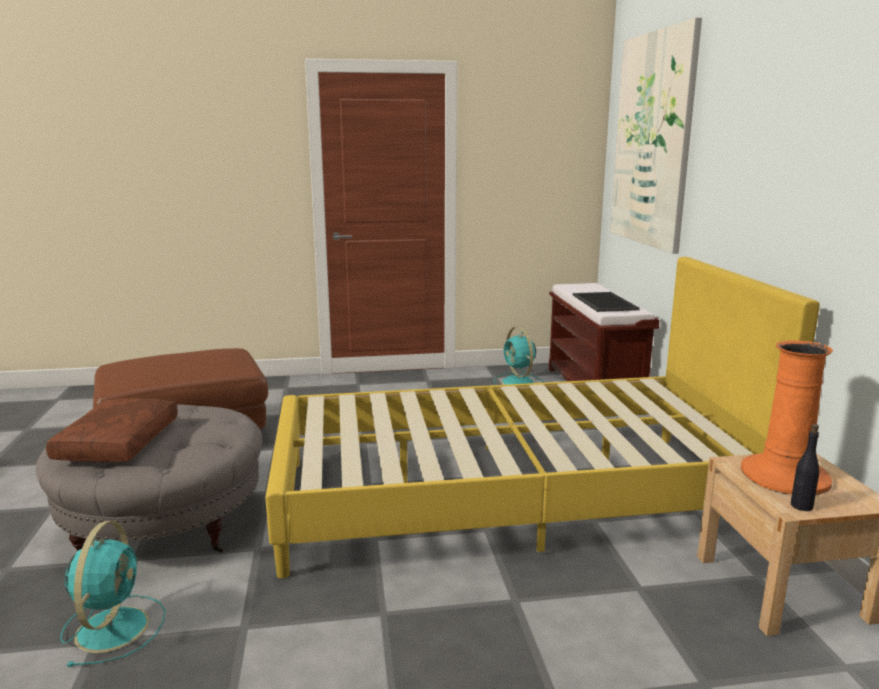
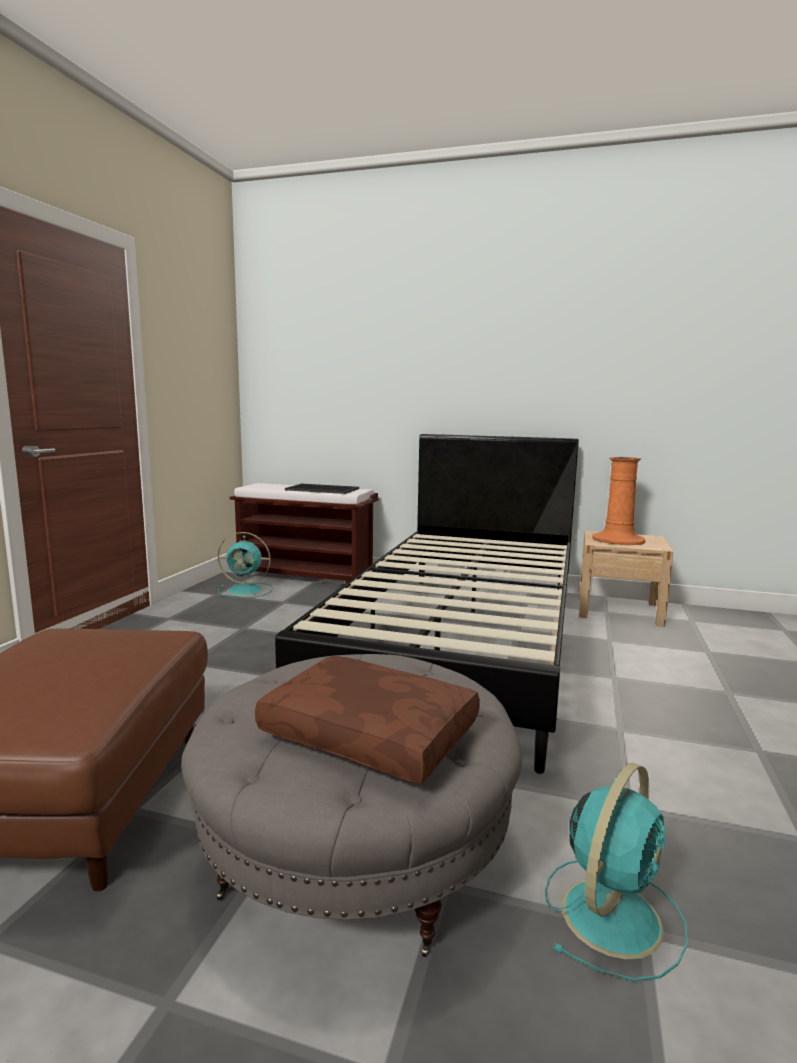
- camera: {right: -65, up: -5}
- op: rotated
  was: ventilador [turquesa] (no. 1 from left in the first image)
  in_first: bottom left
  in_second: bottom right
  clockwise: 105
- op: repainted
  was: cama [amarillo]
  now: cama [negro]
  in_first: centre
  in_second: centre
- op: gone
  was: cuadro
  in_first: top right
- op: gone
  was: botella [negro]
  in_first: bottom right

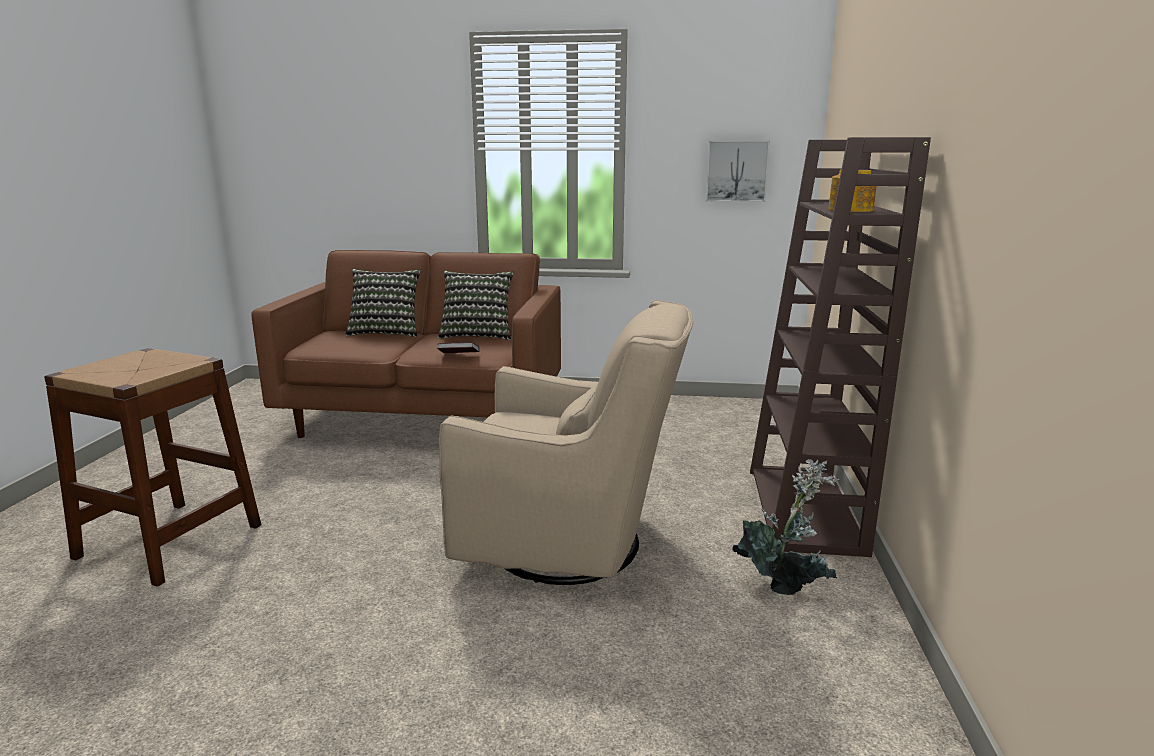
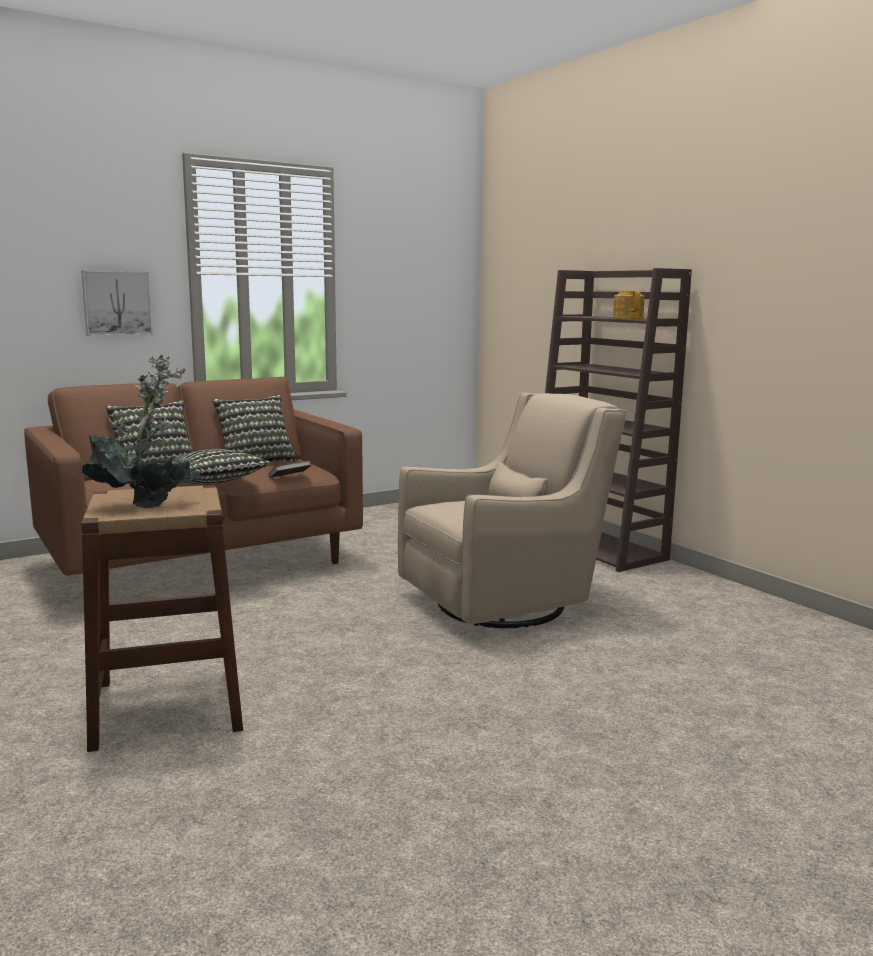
- camera: {right: -40, up: -5}
- op: shifted
  was: cuadro
  in_first: top centre
  in_second: top left
- op: shifted
  was: planta en maceta
  in_first: bottom right
  in_second: middle left
- op: new
  now: cojín (no. 2 from left)
  in_second: middle left

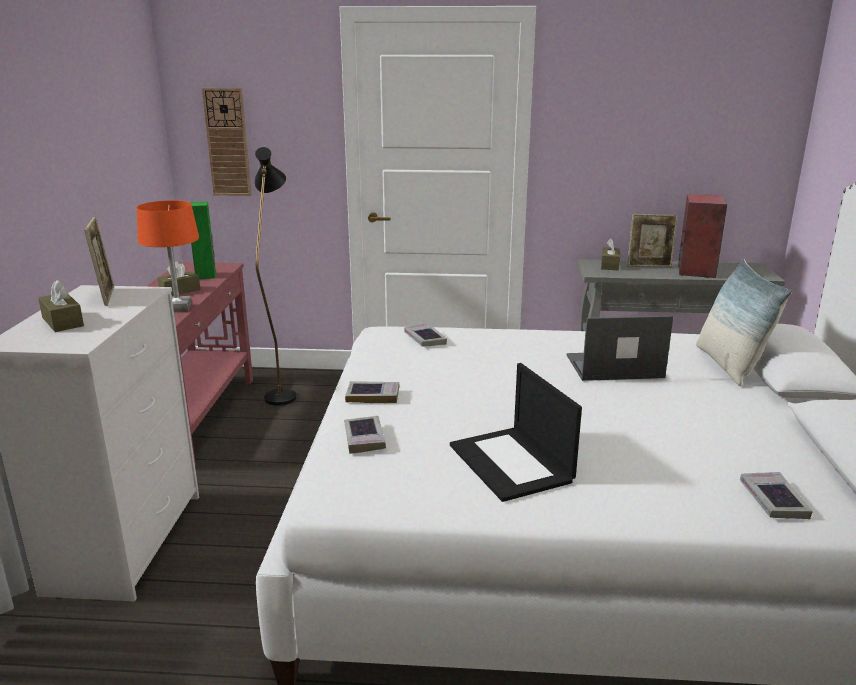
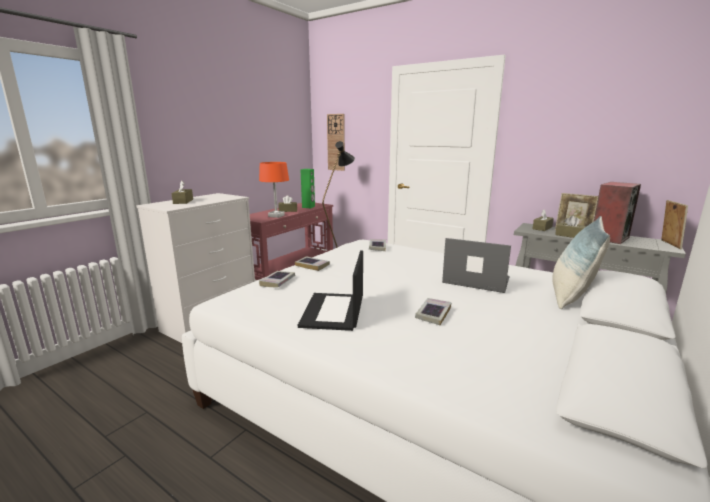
- camera: {right: 30, up: -5}
- op: shifted
  was: portarretratos (no. 1 from left in the first image)
  now: portarretratos (no. 2 from left)
  in_first: middle left
  in_second: middle right
- op: shifted
  was: libro (no. 4 from left)
  in_first: bottom right
  in_second: centre
- op: new
  now: caja de pañuelos [marrón] (no. 4 from left)
  in_second: middle right

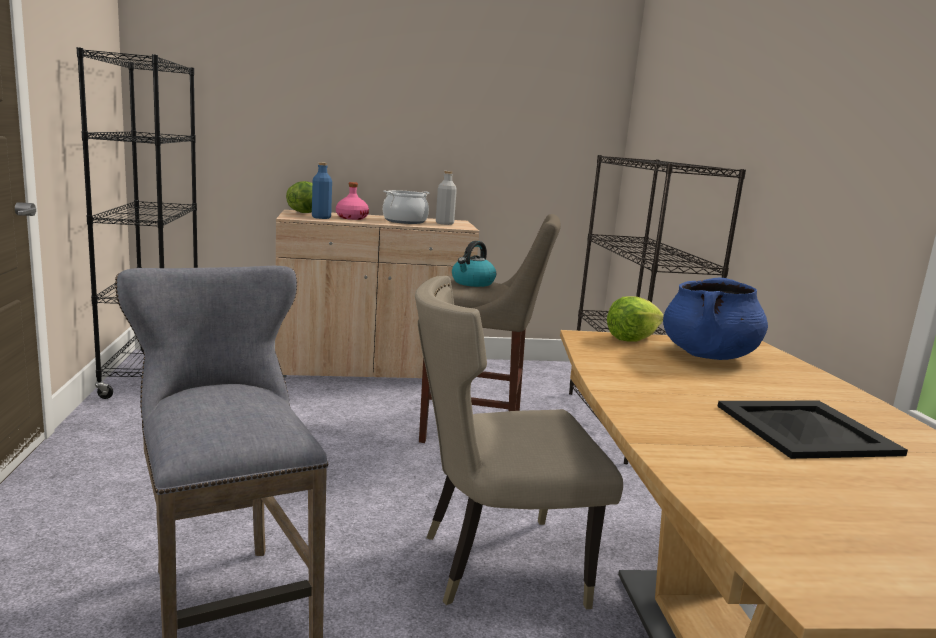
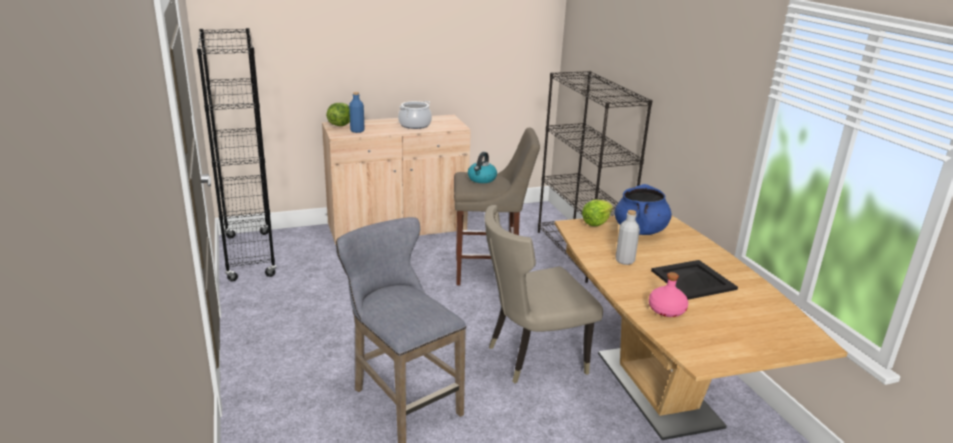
- camera: {right: -10, up: 10}
- op: shifted
  was: botella [rosa]
  in_first: top centre
  in_second: middle right
- op: shifted
  was: botella [gris]
  in_first: top centre
  in_second: centre

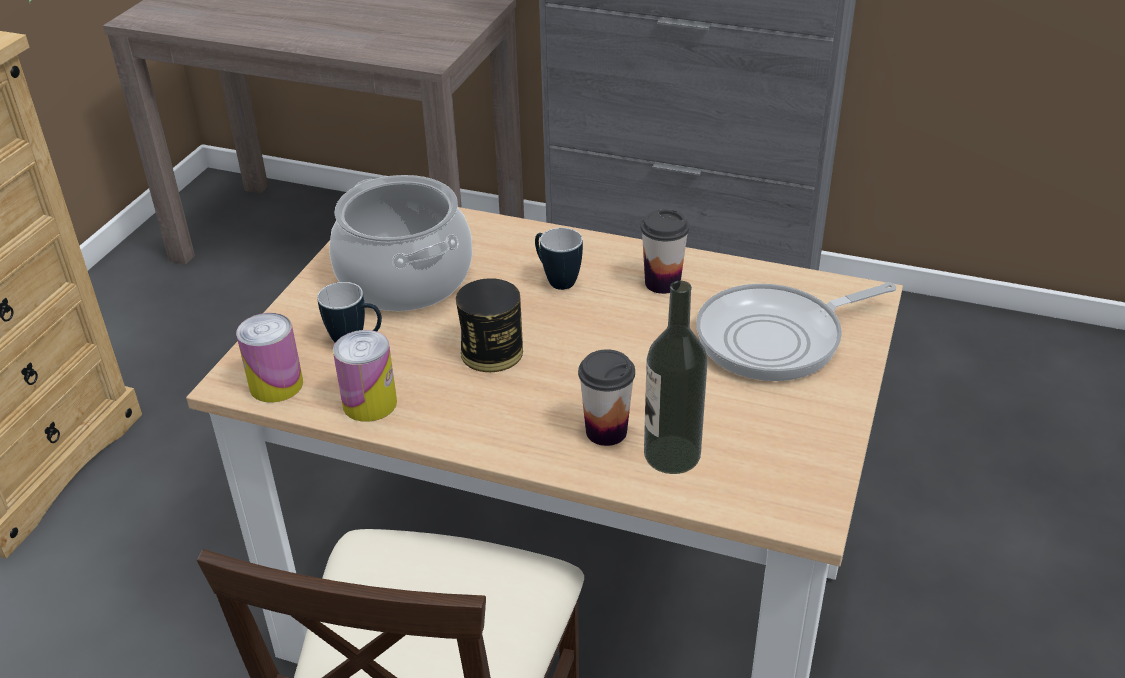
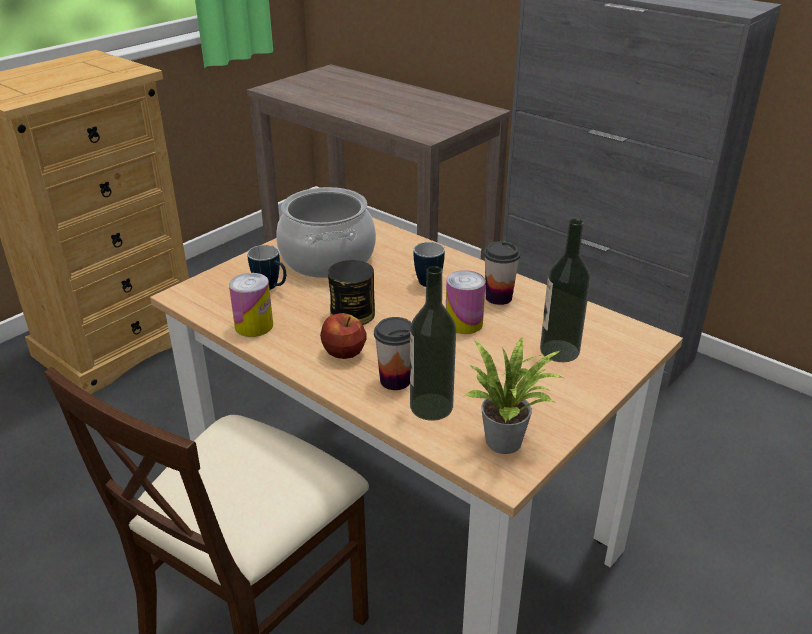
- camera: {right: 20, up: -5}
- op: shifted
  was: lata (no. 1 from left in the first image)
  now: lata (no. 3 from left)
  in_first: middle left
  in_second: centre
- op: swapped
  was: sartén
  now: botella (no. 2 from left)
  in_first: middle right
  in_second: middle right
- op: new
  now: manzana
  in_second: centre
- op: new
  now: planta en maceta
  in_second: centre

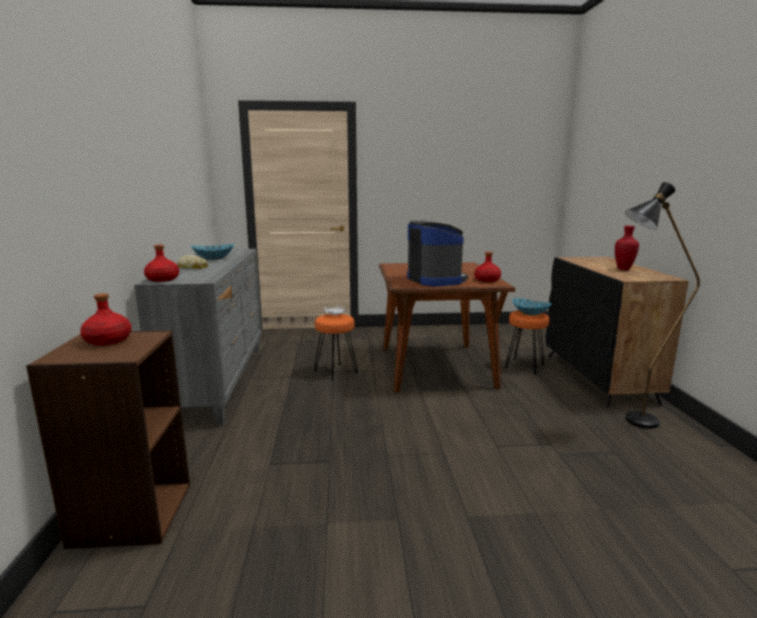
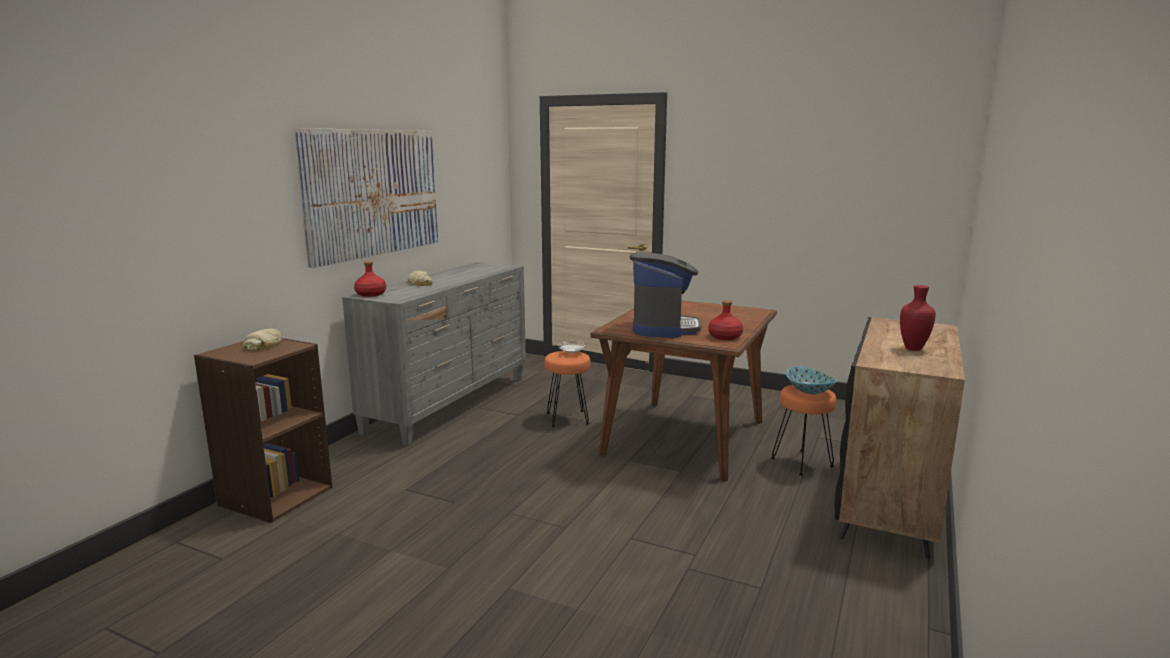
- camera: {right: 30, up: 0}
- op: swapped
  was: botella [rojo] (no. 1 from left)
  now: pan (no. 1 from left)
  in_first: middle left
  in_second: middle left
- op: gone
  was: cuenco (no. 1 from left)
  in_first: middle left
- op: gone
  was: lámpara de pie [negro]
  in_first: middle right
- op: new
  now: cuadro
  in_second: top left

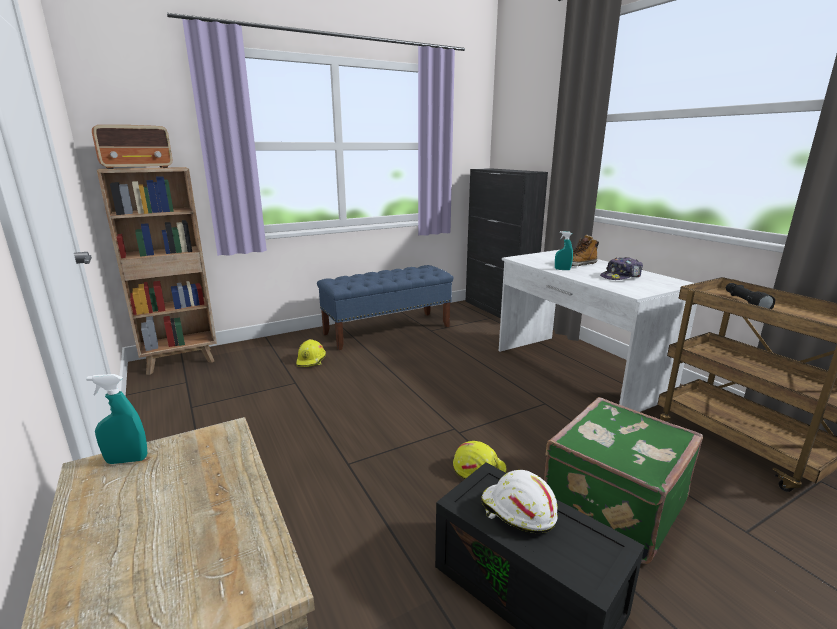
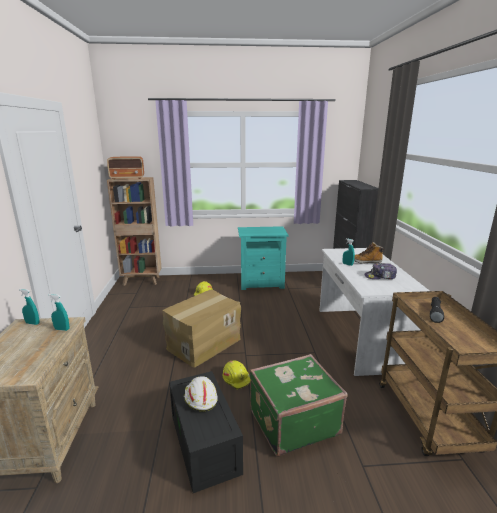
- camera: {right: 25, up: 0}
- op: swapped
  was: banco [azul]
  now: mesita de noche [turquesa]
  in_first: centre
  in_second: centre
- op: new
  now: pulverizador [turquesa] (no. 2 from left)
  in_second: middle left
- op: new
  now: caja de cartón
  in_second: centre

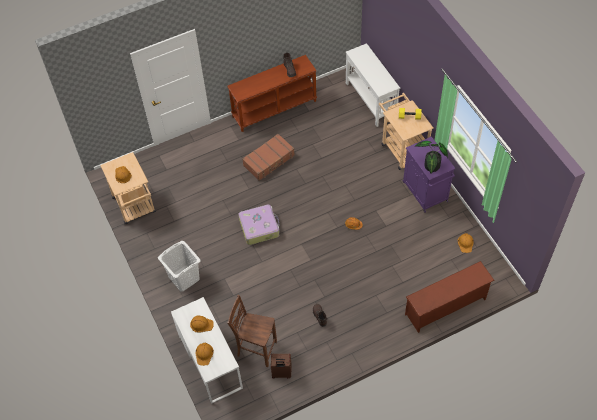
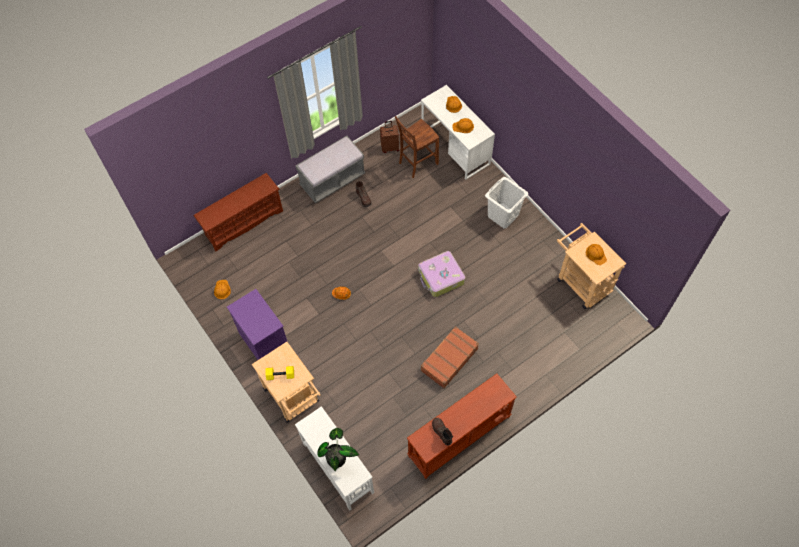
- camera: {right: 170, up: 5}
- op: rotated
  was: silla [marrón]
  in_first: bottom centre
  in_second: top centre
  clockwise: 135
- op: shifted
  was: planta en maceta
  in_first: middle right
  in_second: bottom centre
- op: new
  now: banco [gris]
  in_second: top centre

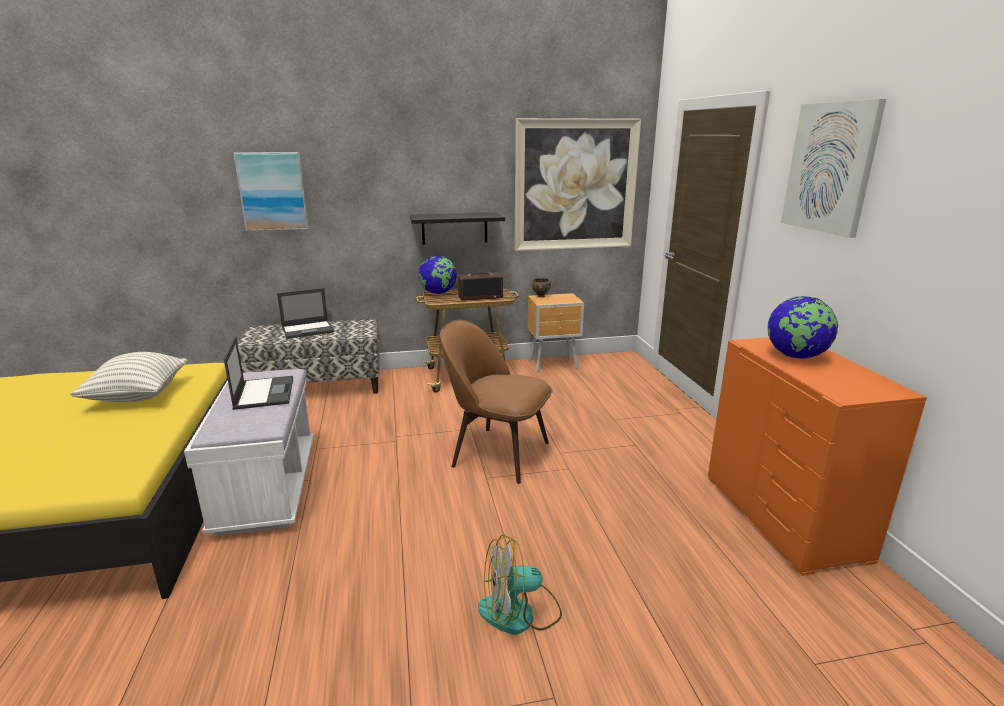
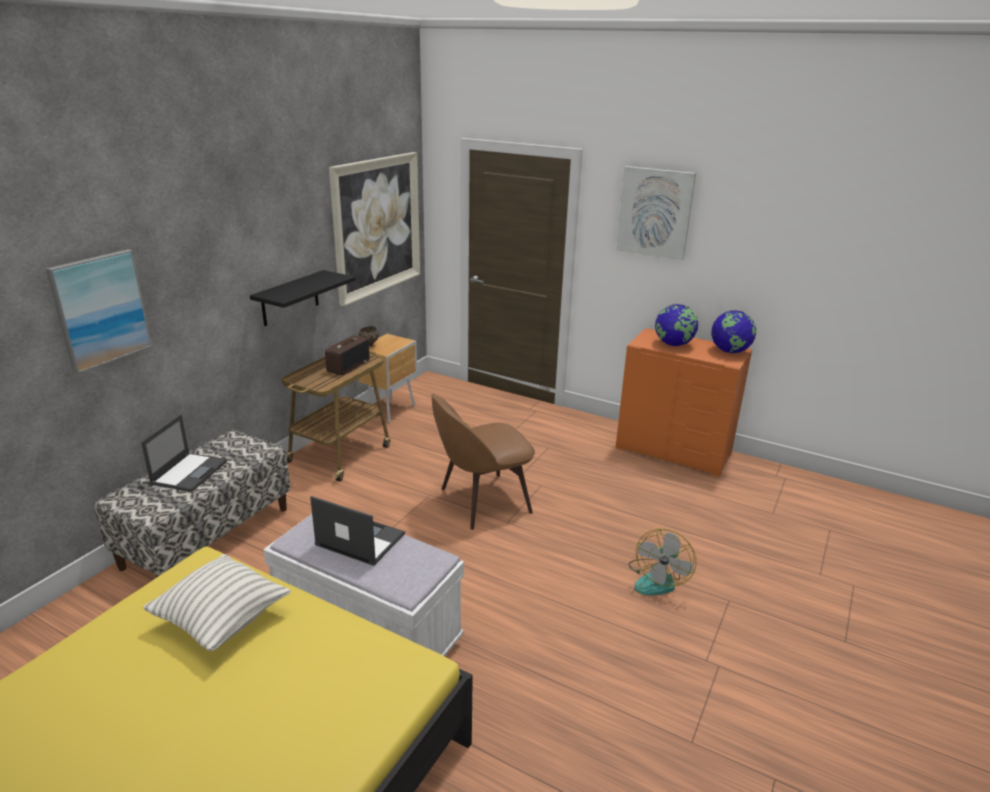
- camera: {right: -50, up: 5}
- op: shifted
  was: globo terráqueo (no. 1 from left in the first image)
  now: globo terráqueo (no. 2 from left)
  in_first: centre
  in_second: middle right

